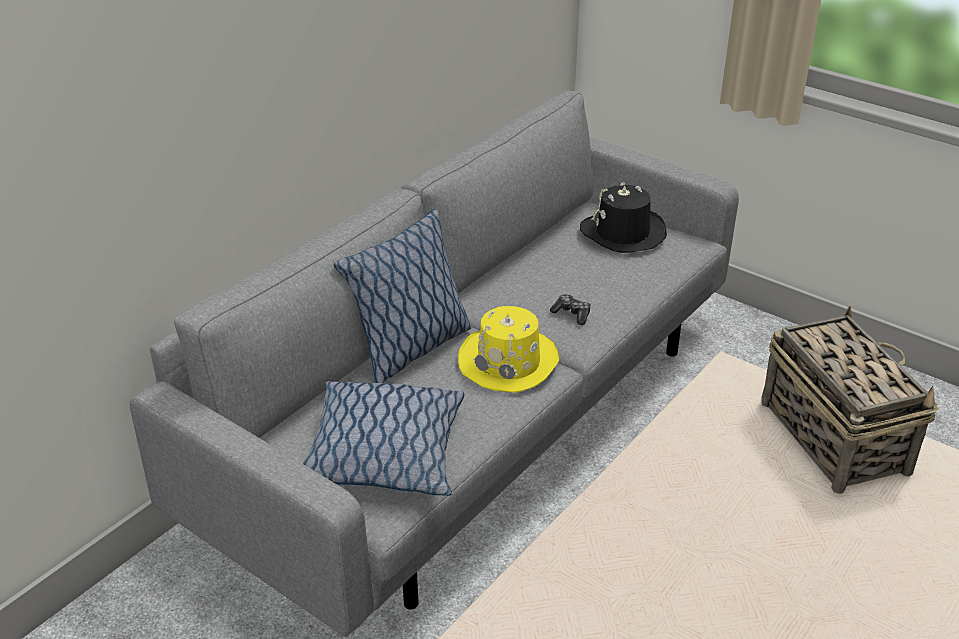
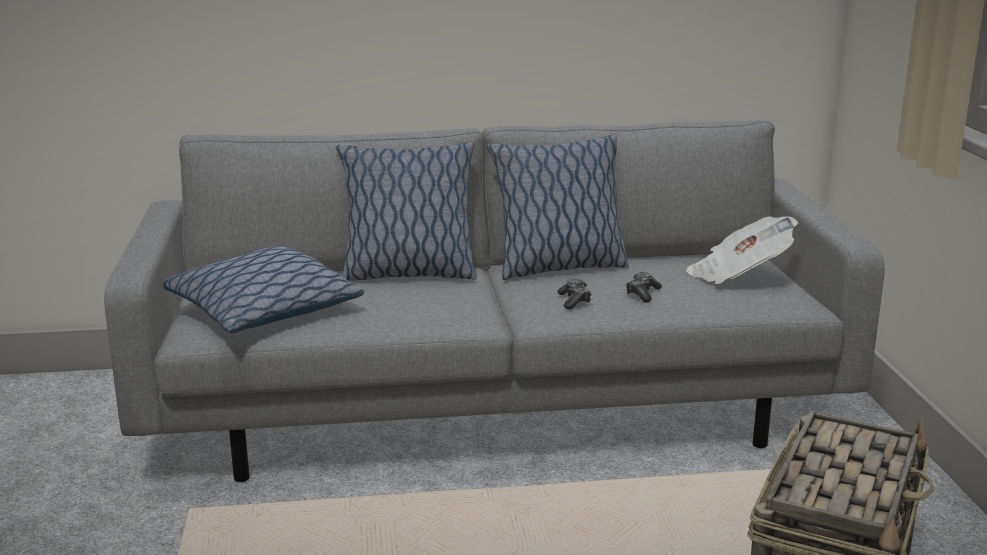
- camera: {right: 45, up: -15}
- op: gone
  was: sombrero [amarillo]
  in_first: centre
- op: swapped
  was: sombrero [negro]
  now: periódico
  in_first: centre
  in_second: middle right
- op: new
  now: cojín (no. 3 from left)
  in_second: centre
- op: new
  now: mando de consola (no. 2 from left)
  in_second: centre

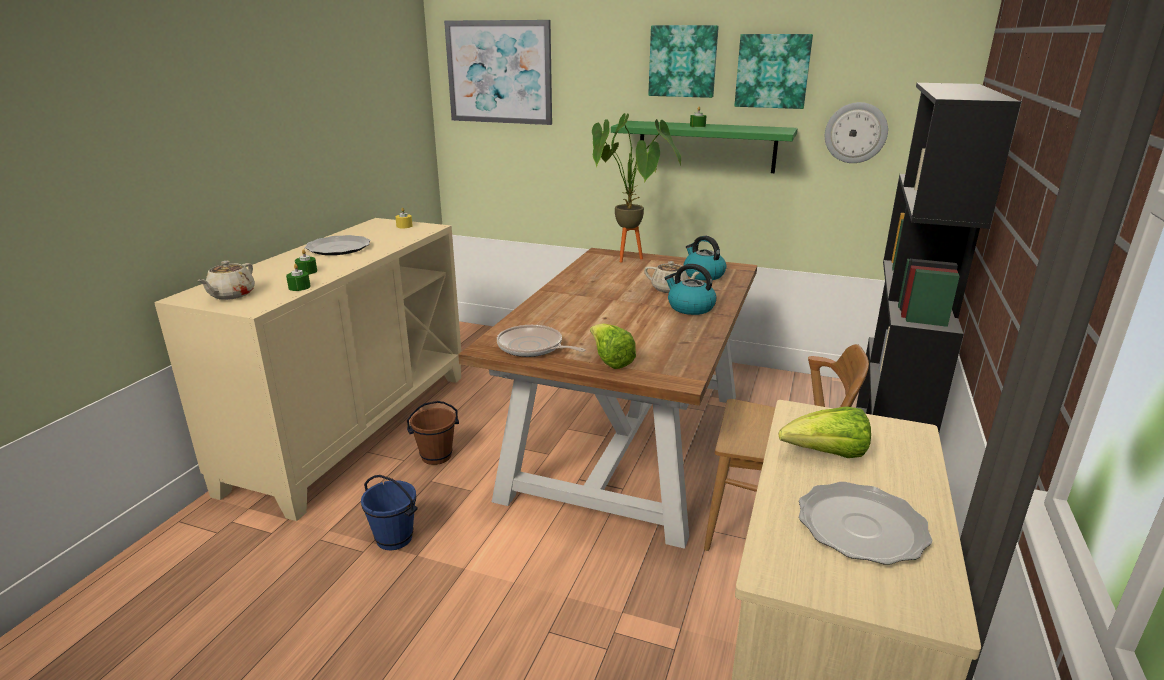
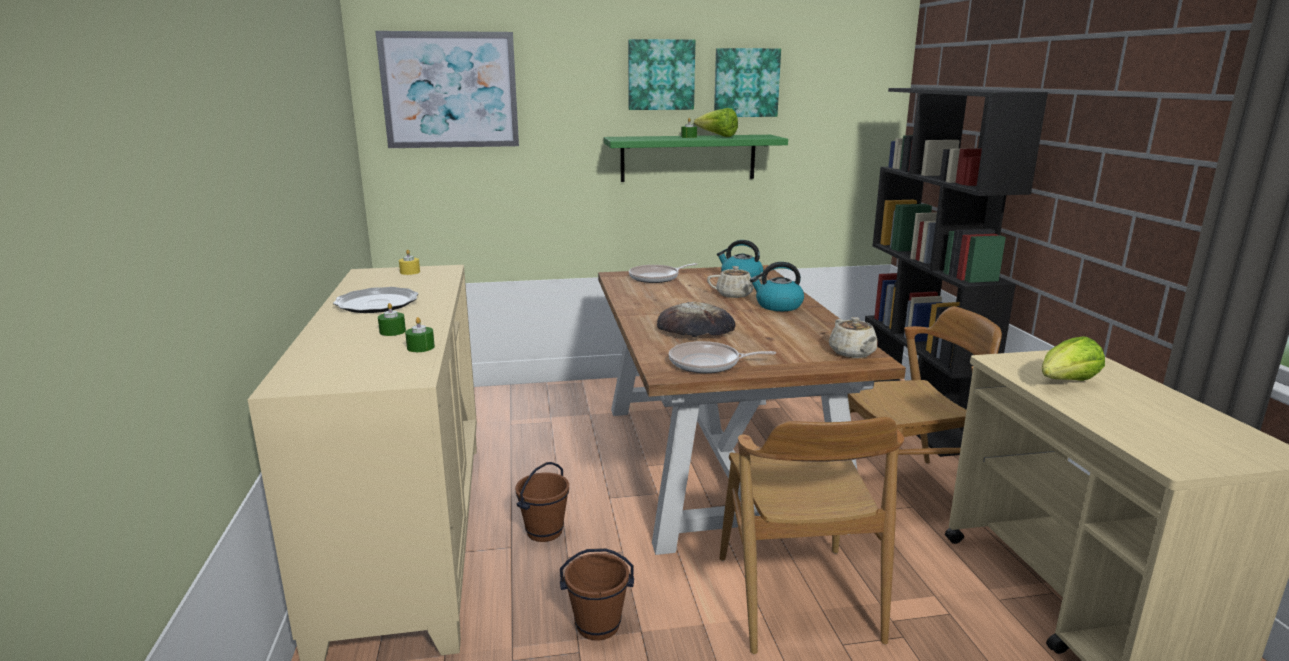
- camera: {right: -30, up: -5}
- op: shifted
  was: tetera [beis] (no. 1 from left in the first image)
  now: tetera [beis] (no. 2 from left)
  in_first: middle left
  in_second: centre
- op: repainted
  was: cubo [azul]
  now: cubo [marrón] (no. 2 from left)
  in_first: bottom centre
  in_second: bottom centre
- op: shifted
  was: lechuga (no. 1 from left)
  in_first: centre
  in_second: top centre
- op: swapped
  was: planta en maceta
  now: sartén (no. 1 from left)
  in_first: top centre
  in_second: centre
- op: gone
  was: plato (no. 2 from left)
  in_first: bottom right
- op: gone
  was: reloj de pared
  in_first: top right
- op: new
  now: pan
  in_second: centre
- op: new
  now: silla [marrón] (no. 1 from left)
  in_second: bottom centre

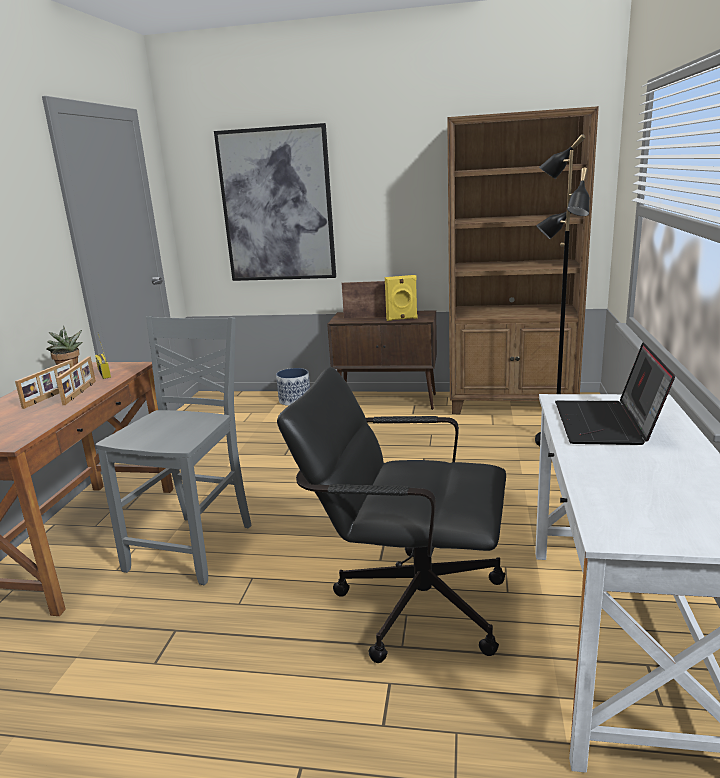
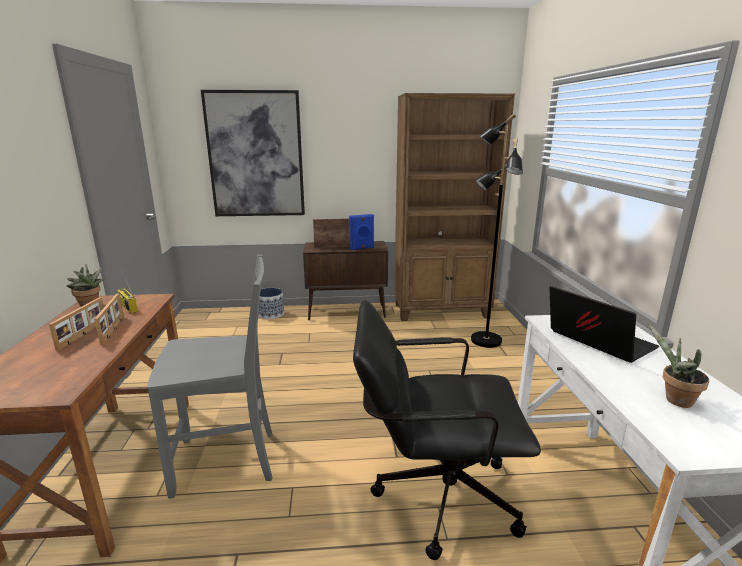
- camera: {right: -15, up: 0}
- op: rotated
  was: silla [gris]
  in_first: middle left
  in_second: middle left
  clockwise: 75
- op: repainted
  was: altavoz [amarillo]
  now: altavoz [azul]
  in_first: centre
  in_second: centre
- op: rotated
  was: portátil
  in_first: middle right
  in_second: middle right
  clockwise: 150
- op: new
  now: planta en maceta (no. 2 from left)
  in_second: middle right

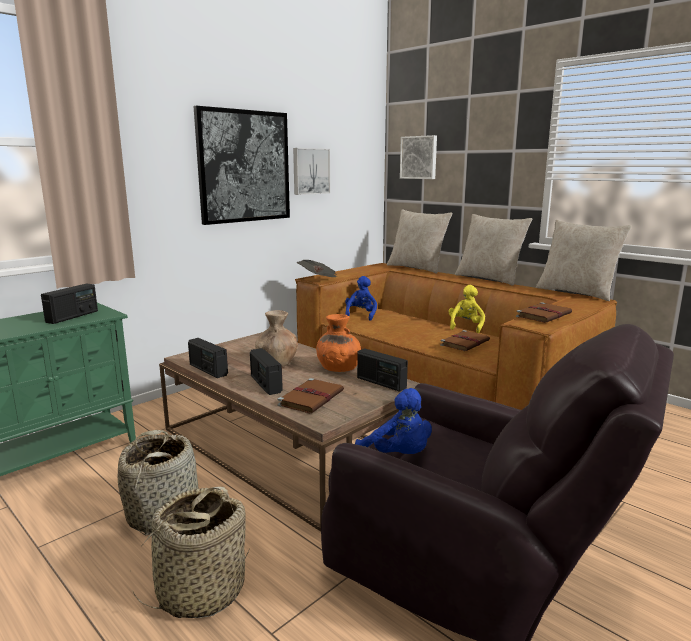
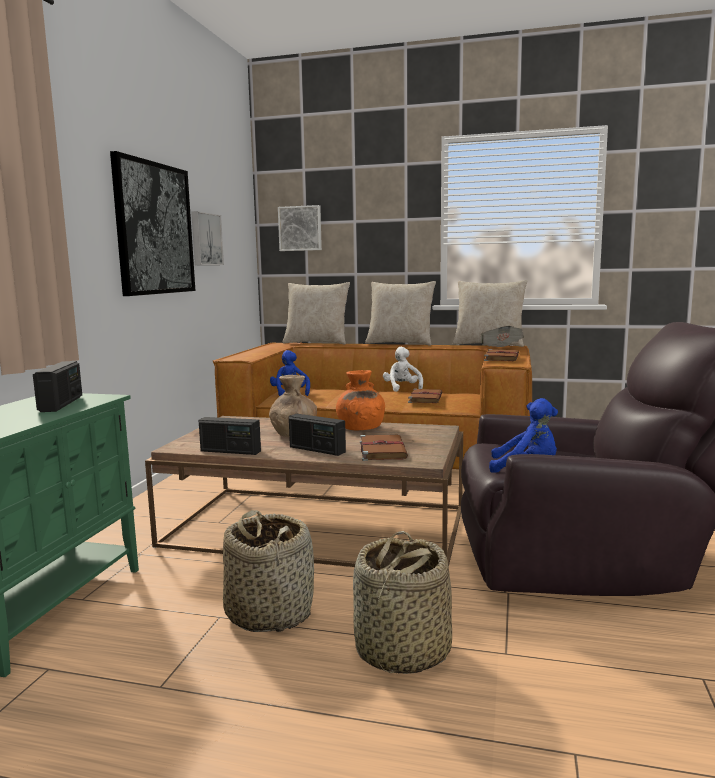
- camera: {right: -30, up: -5}
- op: shifted
  was: periódico
  in_first: centre
  in_second: middle right
- op: gone
  was: radio (no. 4 from left)
  in_first: centre
- op: repainted
  was: peluche [amarillo]
  now: peluche [blanco]
  in_first: middle right
  in_second: centre

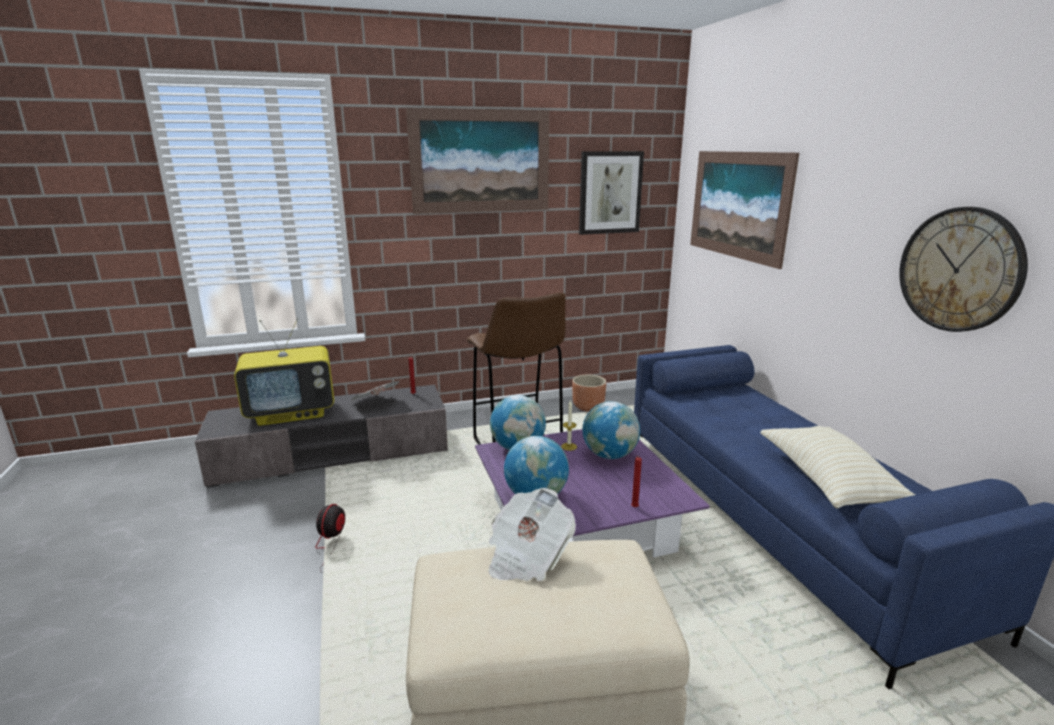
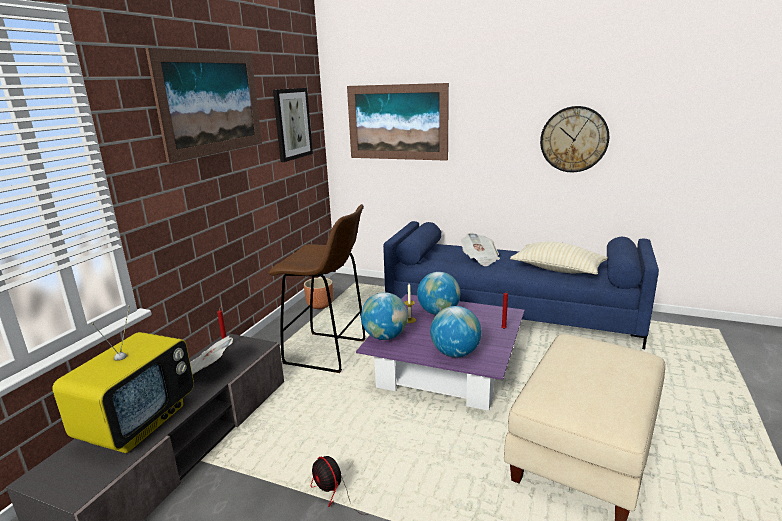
- camera: {right: -50, up: 0}
- op: shifted
  was: periódico (no. 2 from left)
  in_first: bottom centre
  in_second: centre

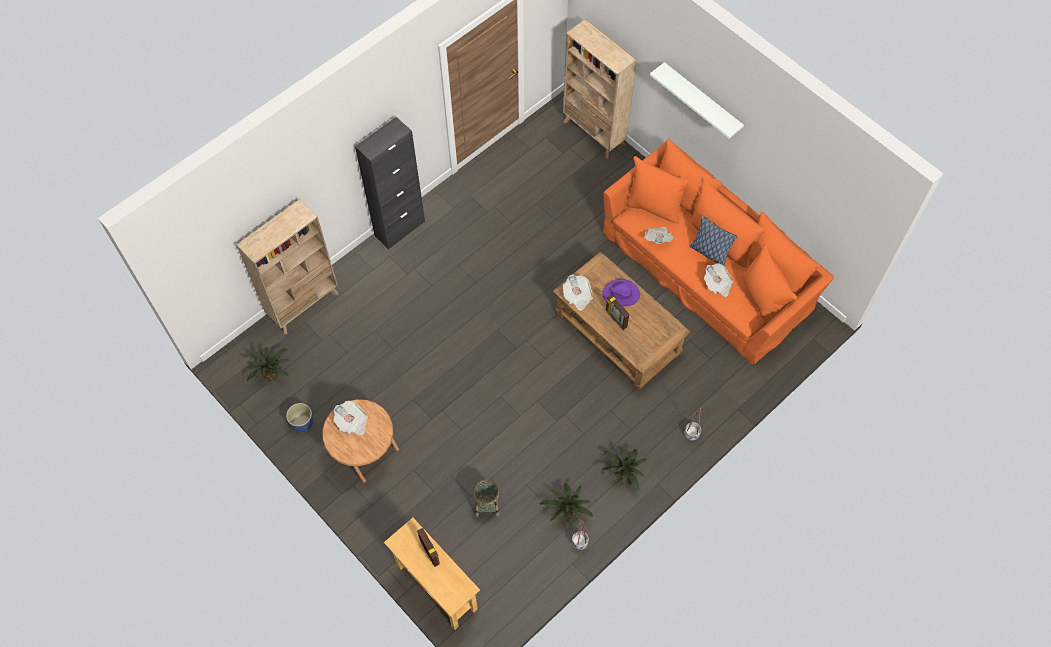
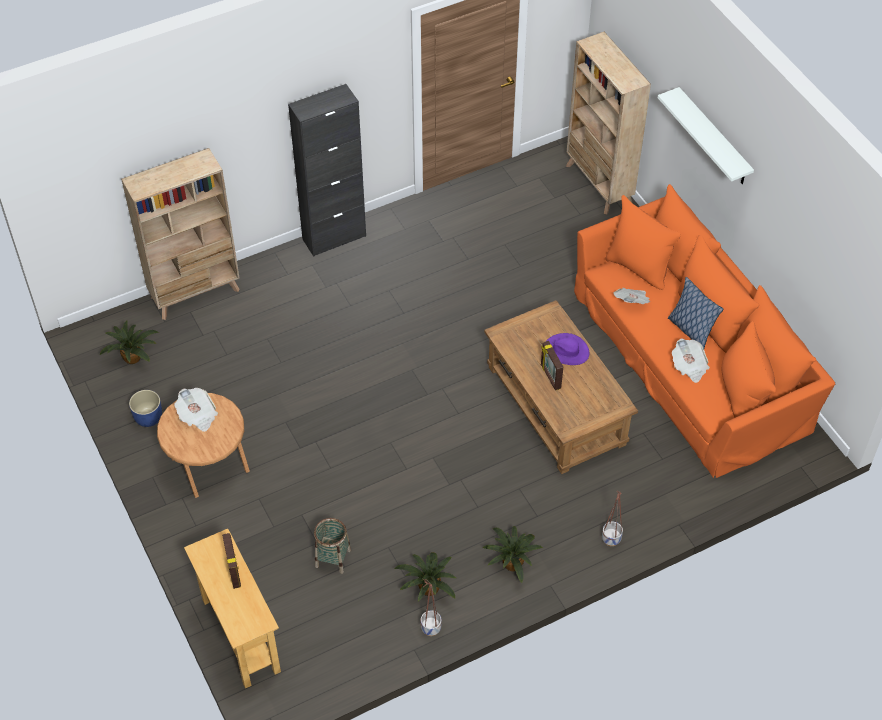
- camera: {right: 15, up: -10}
- op: gone
  was: periódico (no. 2 from left)
  in_first: centre

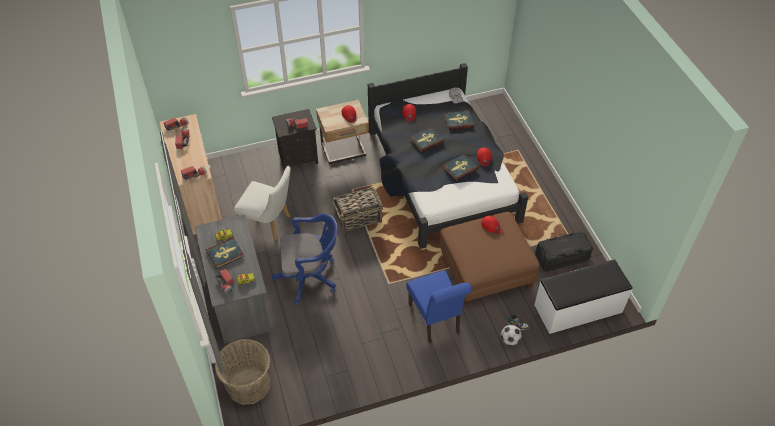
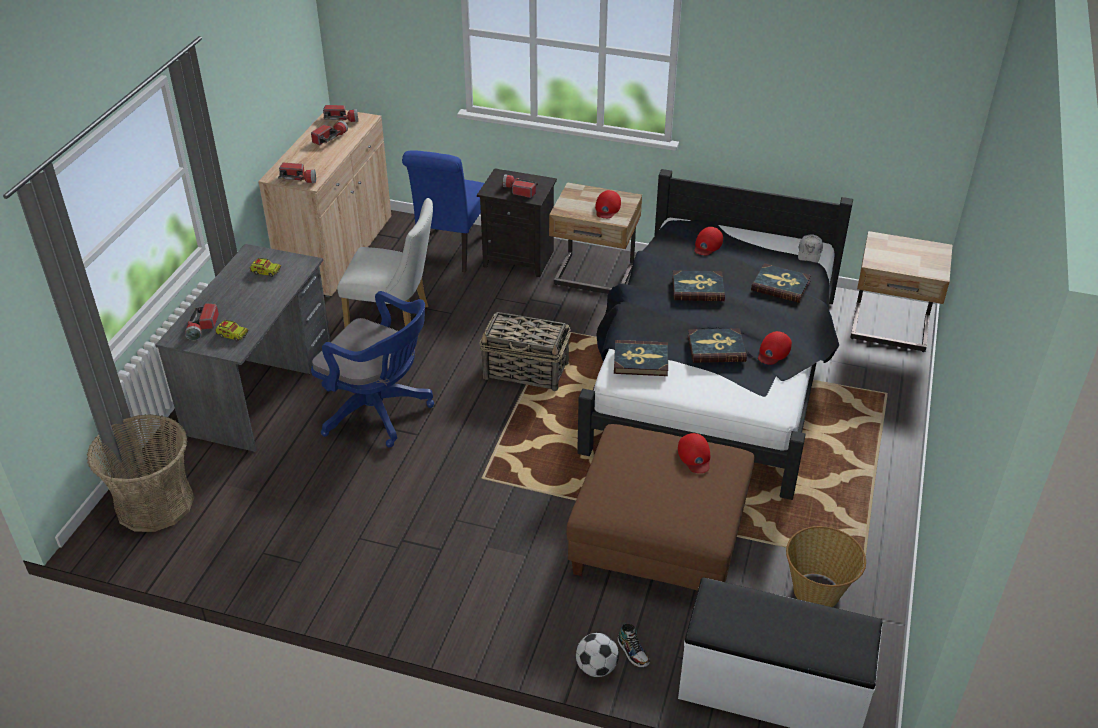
- camera: {right: 35, up: -10}
- op: shifted
  was: libro (no. 1 from left)
  in_first: middle left
  in_second: centre
- op: rotated
  was: silla [blanco]
  in_first: centre
  in_second: centre
  clockwise: -45
- op: shifted
  was: silla [azul]
  in_first: bottom centre
  in_second: top centre
- op: swapped
  was: caja de almacenaje [negro]
  now: cesta (no. 3 from left)
  in_first: middle right
  in_second: bottom right
- op: new
  now: mesita de noche [beis] (no. 2 from left)
  in_second: middle right

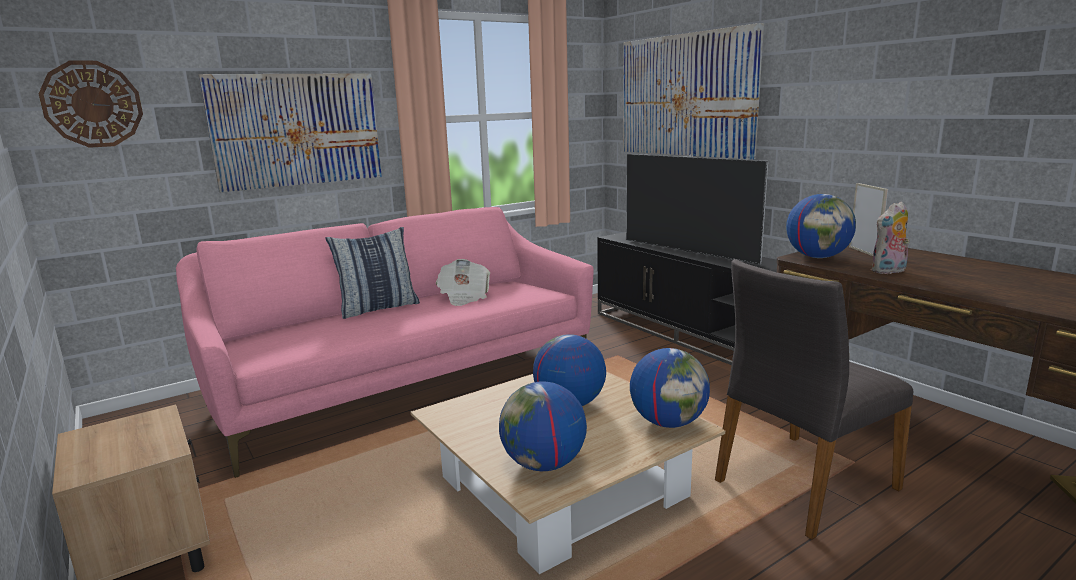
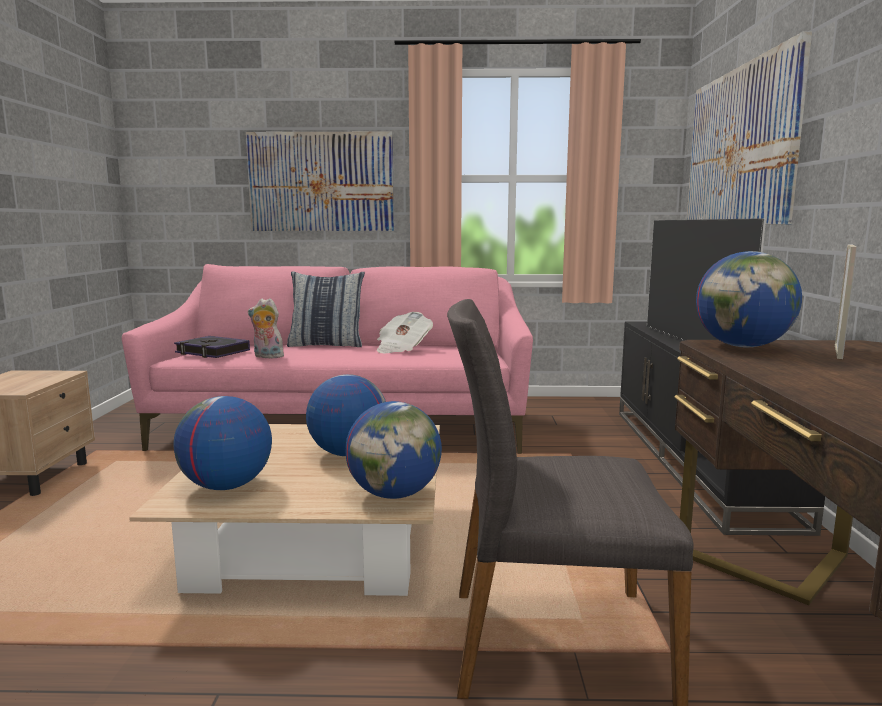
- camera: {right: 35, up: -5}
- op: gone
  was: reloj de pared
  in_first: top left
- op: shifted
  was: peluche
  in_first: middle right
  in_second: middle left
- op: new
  now: libro
  in_second: middle left

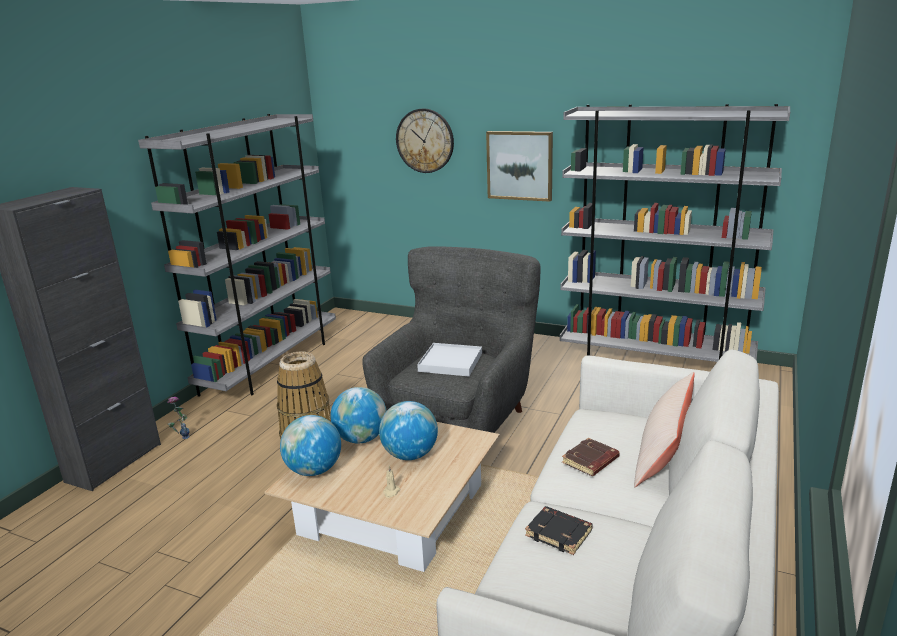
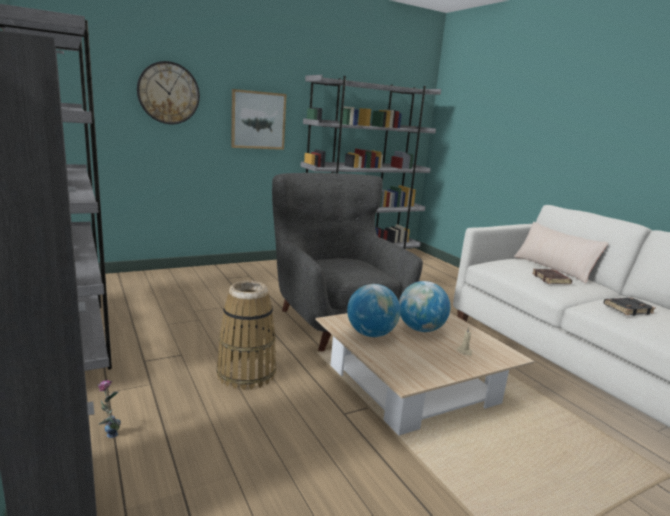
- camera: {right: -55, up: -5}
- op: gone
  was: globo terráqueo (no. 1 from left)
  in_first: bottom centre
- op: gone
  was: bandeja [blanco]
  in_first: centre

